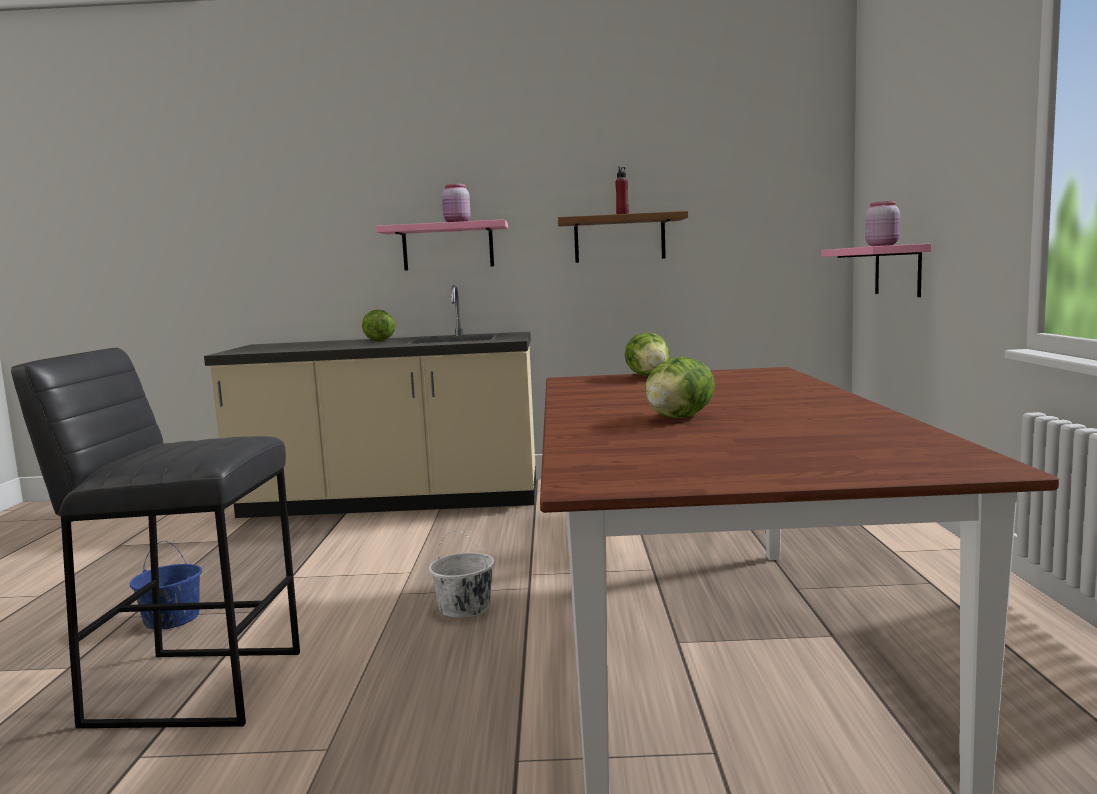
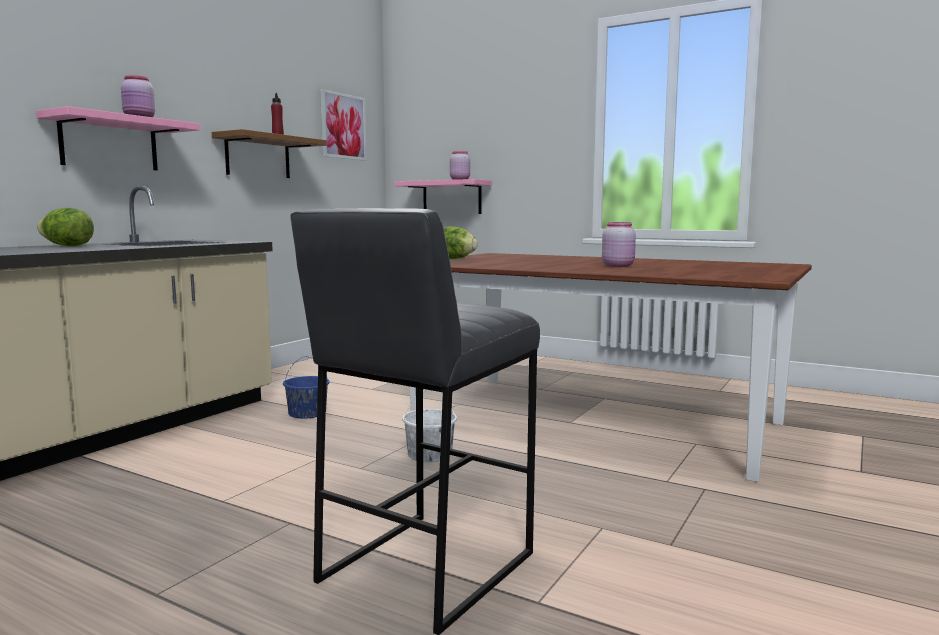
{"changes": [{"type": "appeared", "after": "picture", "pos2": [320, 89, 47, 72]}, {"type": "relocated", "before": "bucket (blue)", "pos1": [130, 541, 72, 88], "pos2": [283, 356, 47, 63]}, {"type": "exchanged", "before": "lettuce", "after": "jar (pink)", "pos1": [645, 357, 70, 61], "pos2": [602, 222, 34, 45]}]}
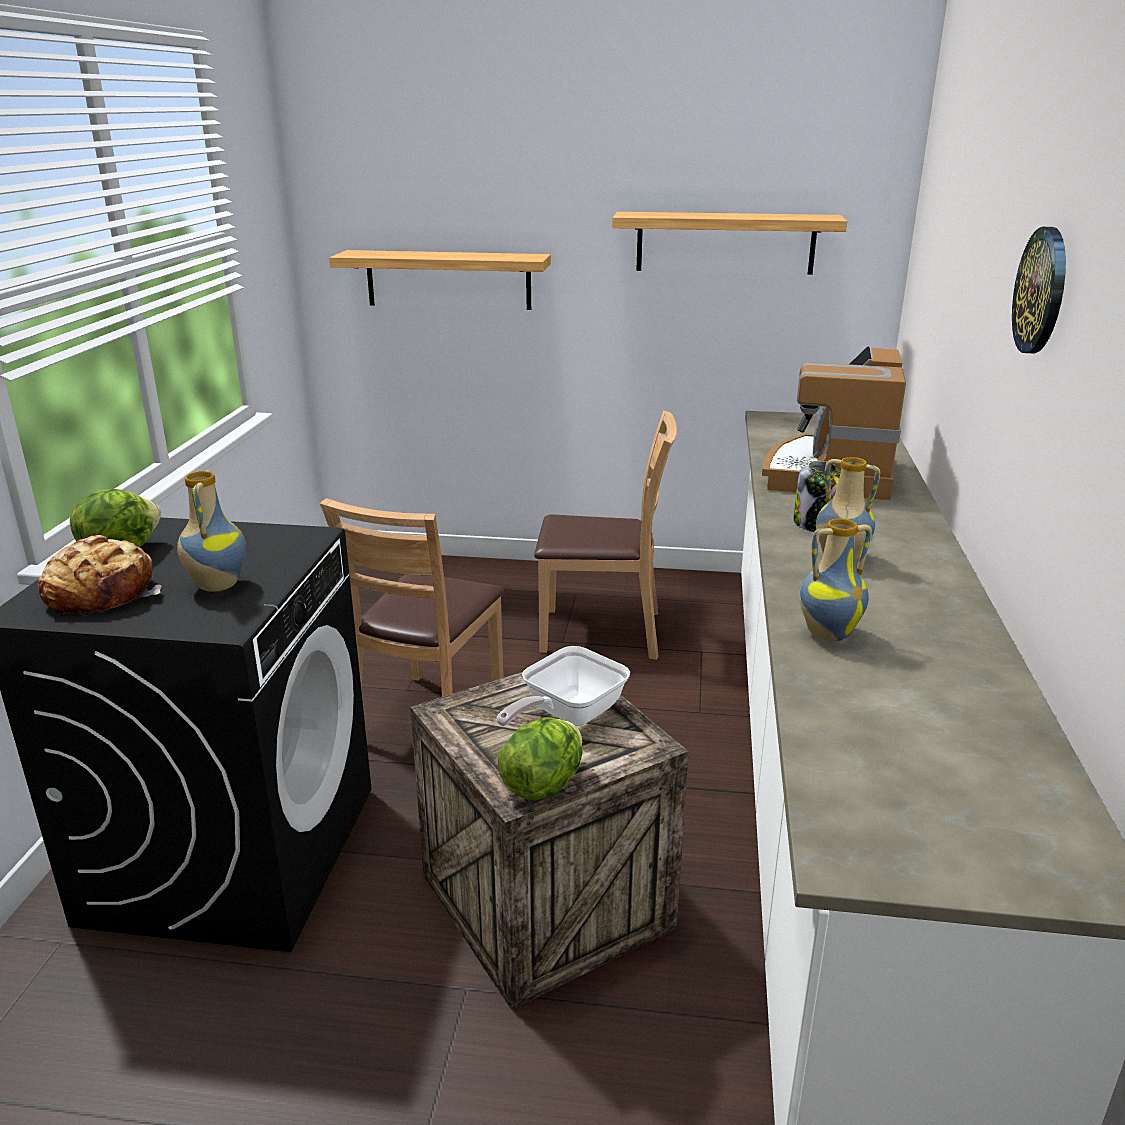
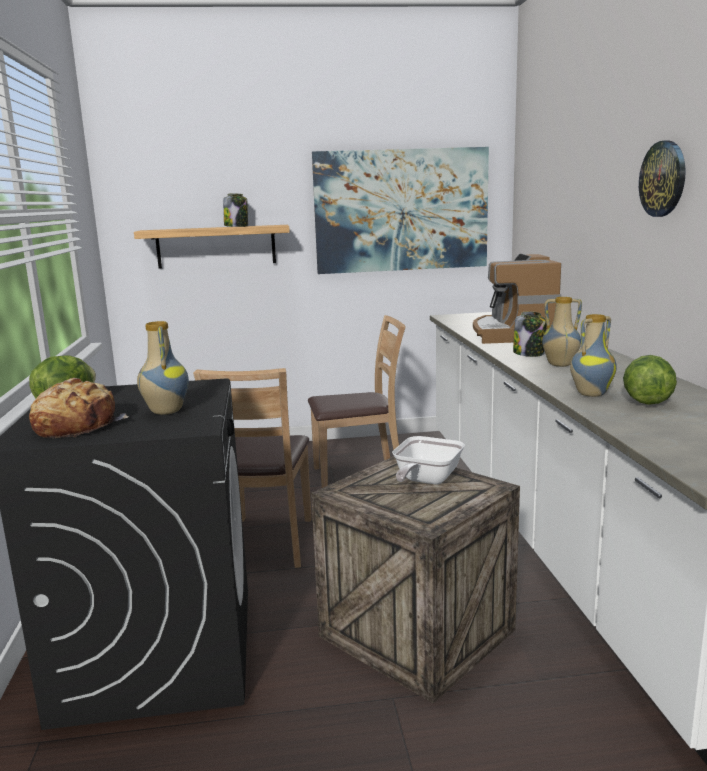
{"changes": [{"type": "appeared", "after": "jar", "pos2": [223, 194, 25, 33]}, {"type": "relocated", "before": "lettuce", "pos1": [497, 717, 86, 83], "pos2": [623, 355, 54, 50]}, {"type": "exchanged", "before": "shelf", "after": "picture", "pos1": [612, 212, 235, 63], "pos2": [312, 147, 177, 127]}]}
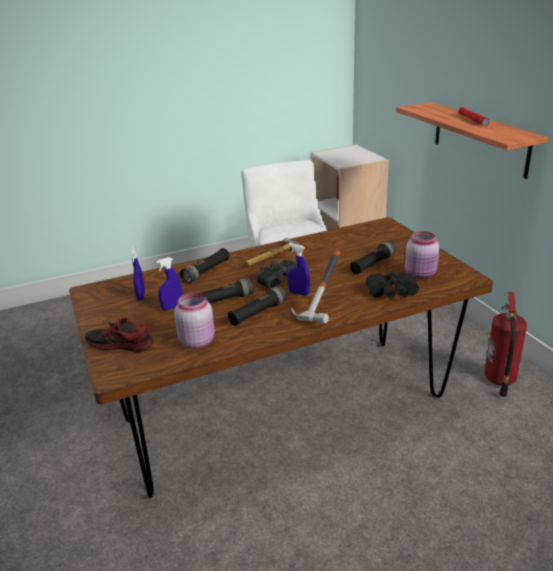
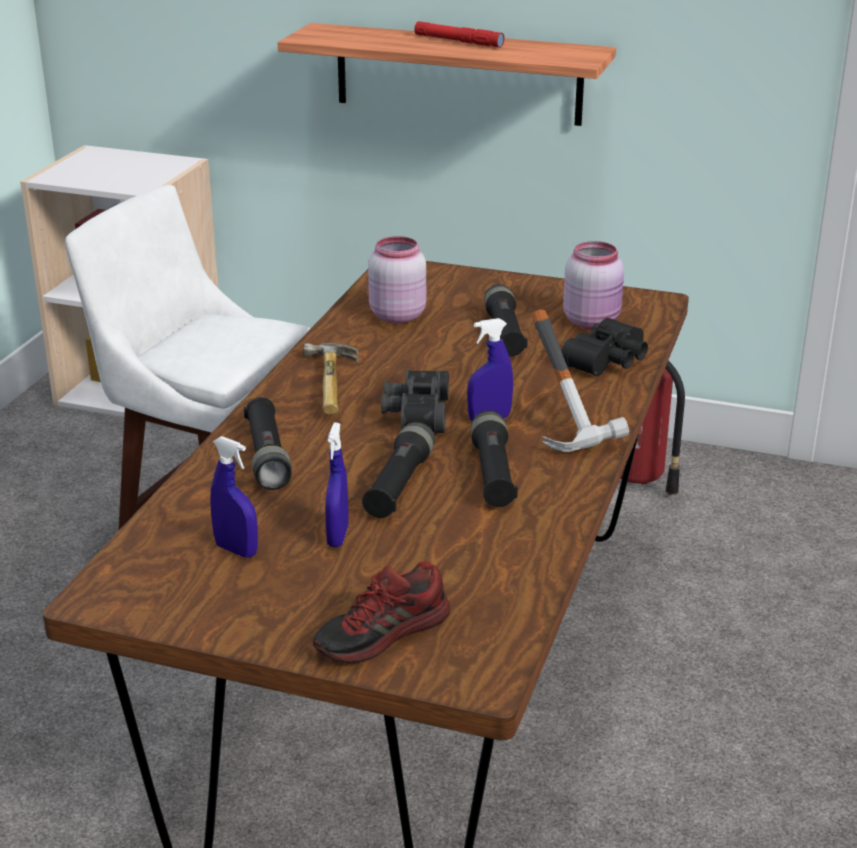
{"changes": [{"type": "relocated", "before": "jar (pink)", "pos1": [174, 293, 41, 56], "pos2": [368, 236, 58, 87]}]}
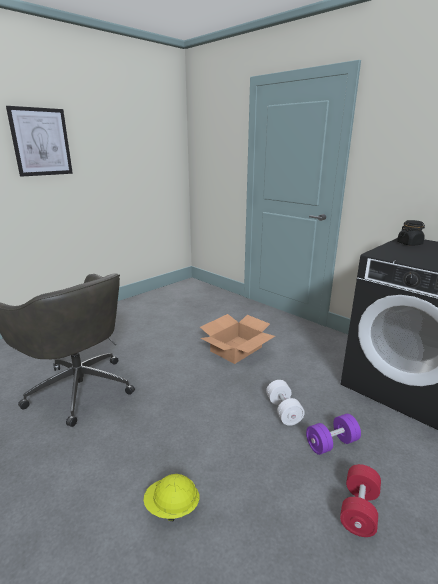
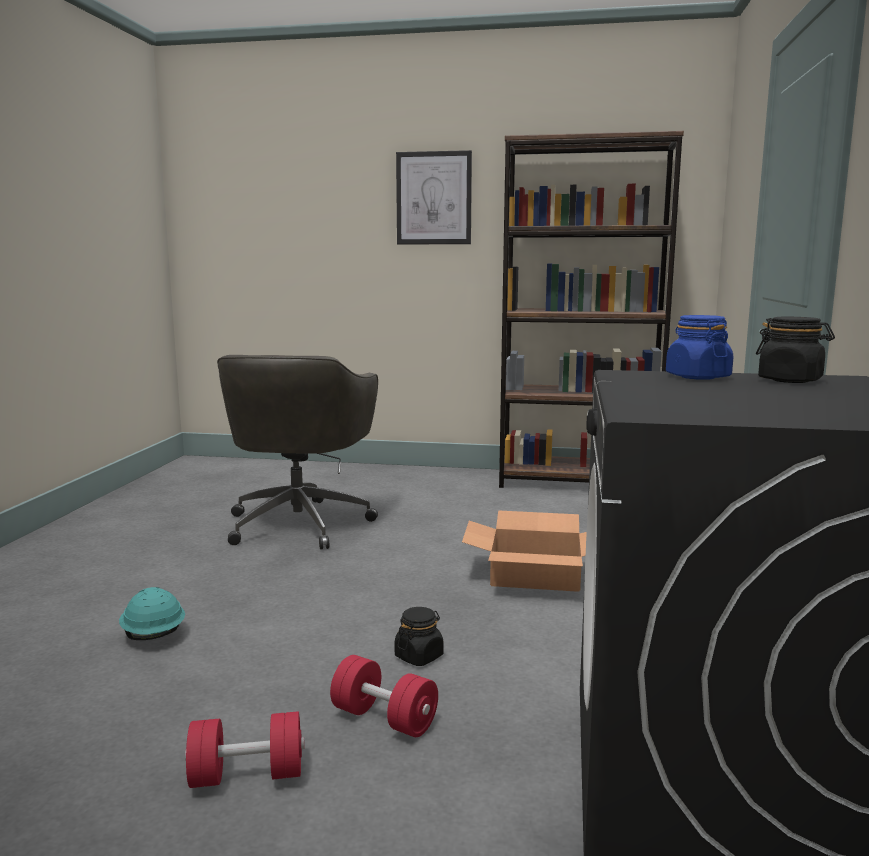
{"changes": [{"type": "appeared", "after": "bookcase (brown)", "pos2": [499, 131, 185, 357]}, {"type": "appeared", "after": "jar (blue)", "pos2": [666, 315, 67, 65]}, {"type": "exchanged", "before": "dumbbell (white)", "after": "jar (black)", "pos1": [266, 380, 39, 46], "pos2": [395, 607, 48, 59]}, {"type": "colour", "before": "hard hat (yellow)", "after": "hard hat (turquoise)", "pos1": [143, 474, 56, 47], "pos2": [119, 587, 66, 53]}, {"type": "colour", "before": "dumbbell (purple)", "after": "dumbbell (red)", "pos1": [306, 414, 55, 41], "pos2": [330, 655, 108, 82]}]}
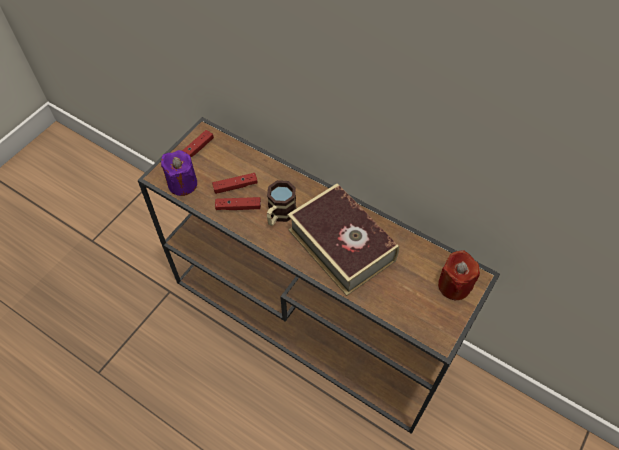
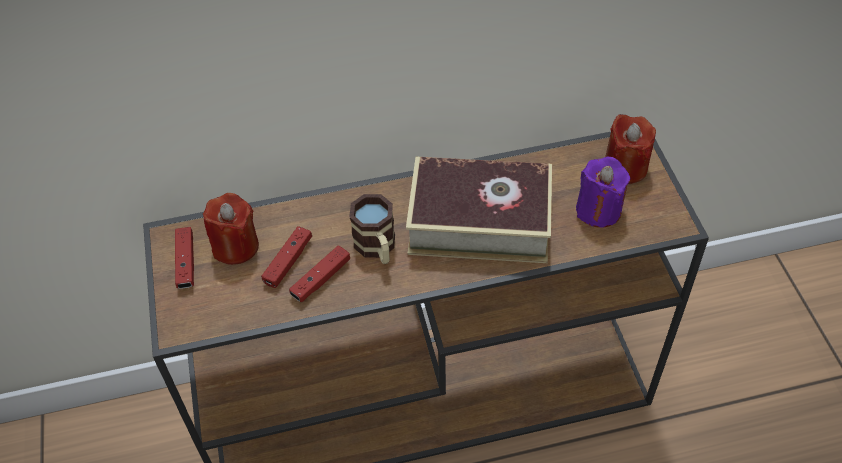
{"changes": [{"type": "appeared", "after": "candle (red)", "pos2": [203, 193, 56, 72]}, {"type": "relocated", "before": "candle (purple)", "pos1": [161, 150, 36, 46], "pos2": [576, 157, 55, 70]}]}
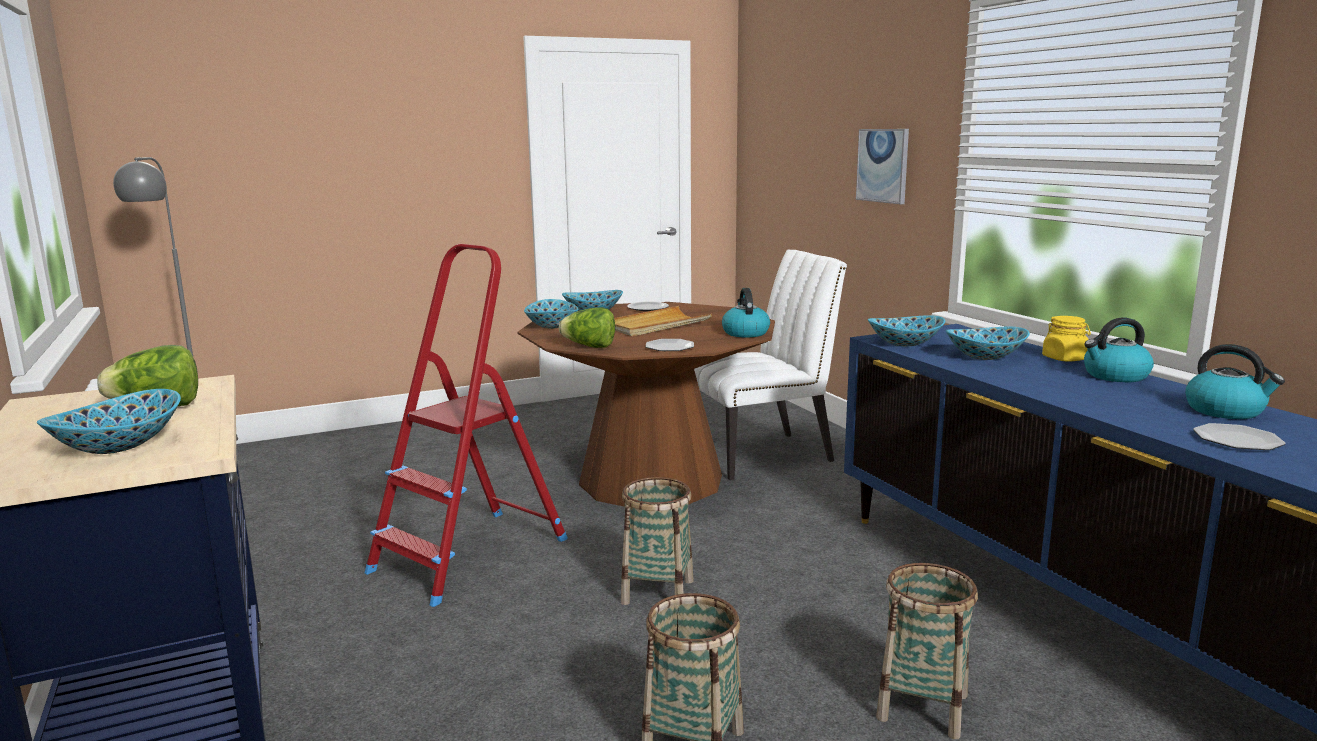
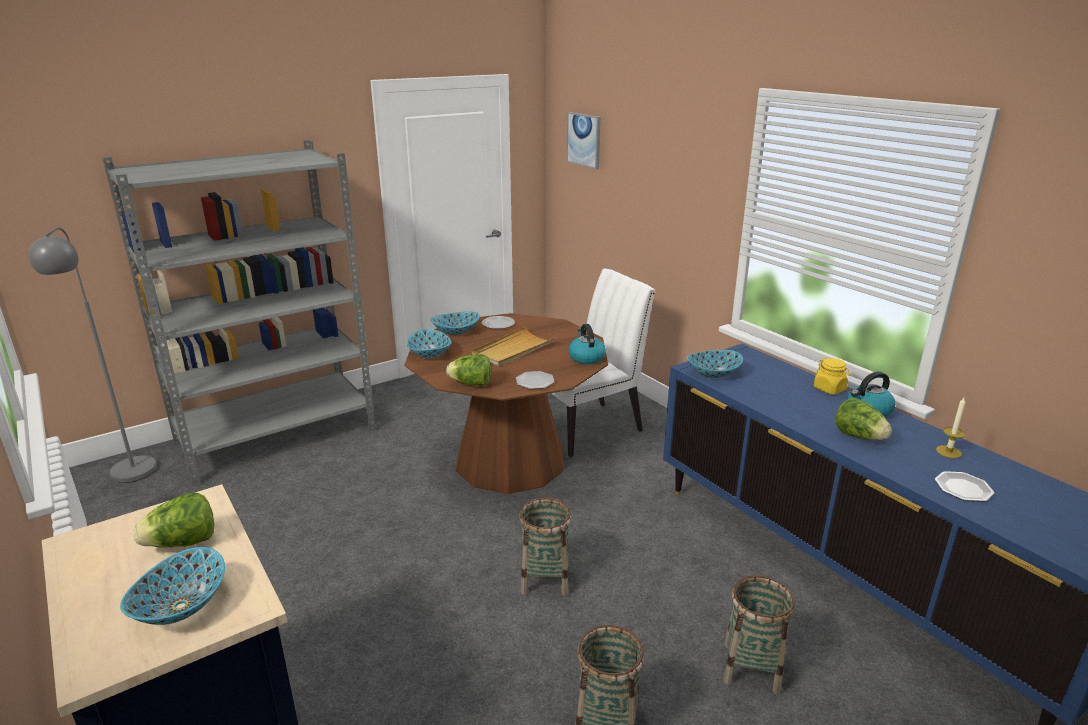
{"changes": [{"type": "missing", "before": "step ladder (red)", "pos1": [365, 244, 203, 363]}, {"type": "missing", "before": "bowl", "pos1": [946, 327, 84, 33]}, {"type": "appeared", "after": "bookcase (grey)", "pos2": [102, 140, 274, 346]}, {"type": "appeared", "after": "lettuce", "pos2": [835, 398, 57, 42]}, {"type": "relocated", "before": "picture", "pos1": [856, 129, 53, 75], "pos2": [567, 112, 34, 57]}, {"type": "exchanged", "before": "kettle", "after": "candle", "pos1": [1185, 344, 100, 75], "pos2": [936, 398, 30, 60]}]}
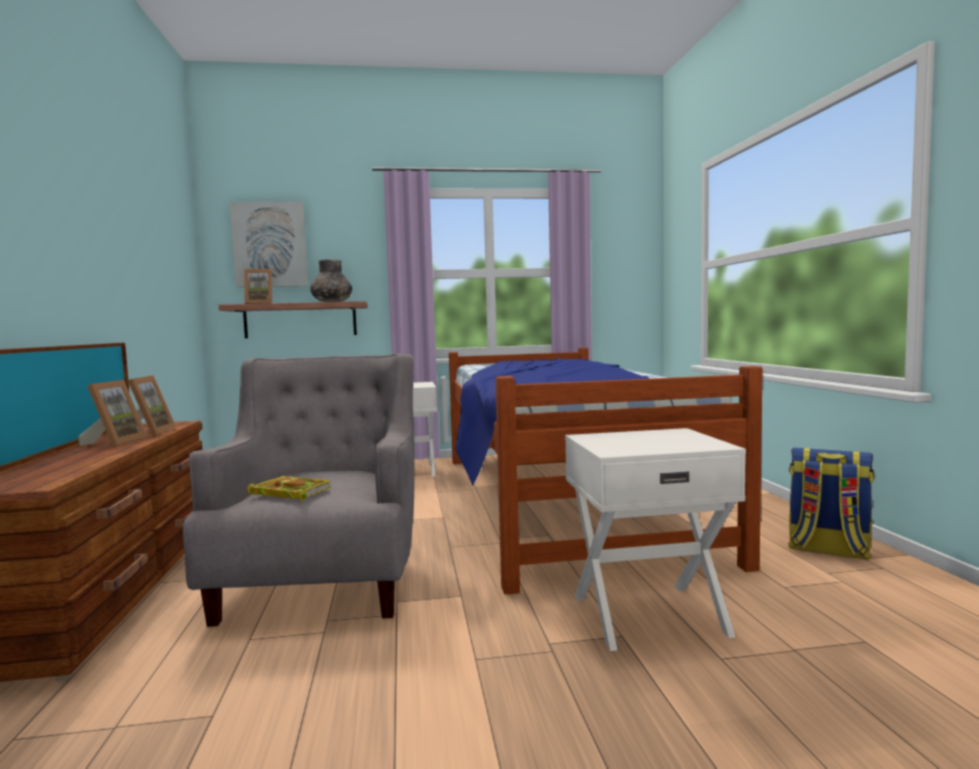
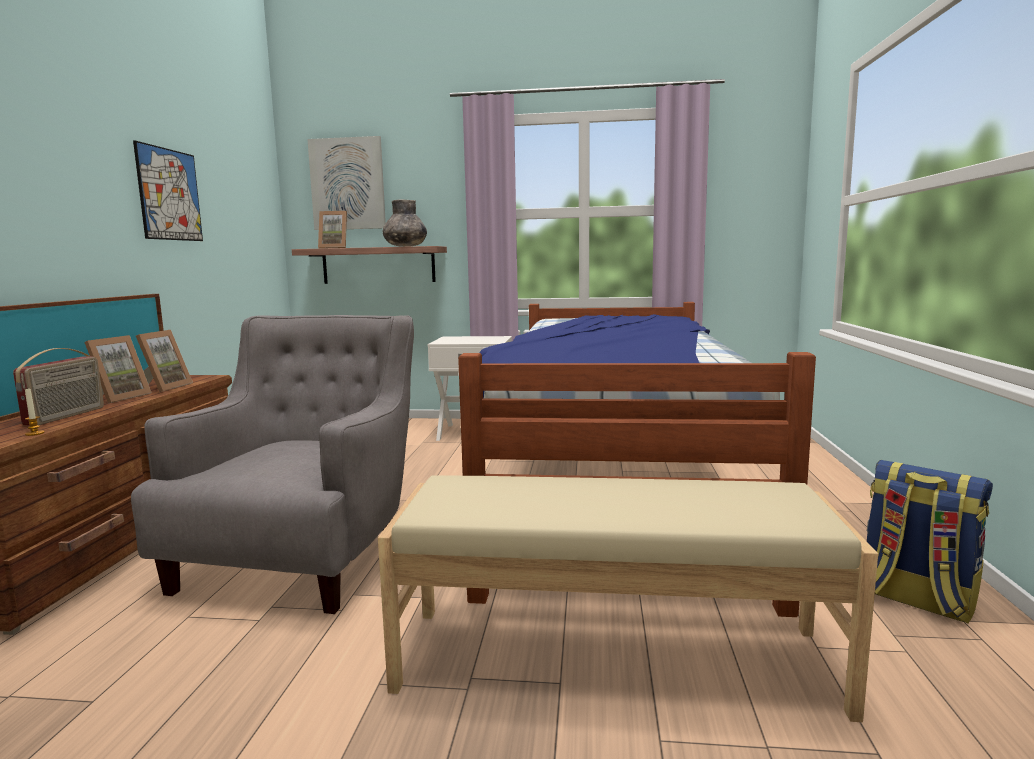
{"changes": [{"type": "missing", "before": "book", "pos1": [247, 476, 84, 25]}, {"type": "appeared", "after": "radio", "pos2": [13, 348, 91, 78]}, {"type": "appeared", "after": "candle", "pos2": [25, 387, 20, 49]}, {"type": "appeared", "after": "picture", "pos2": [133, 140, 70, 101]}, {"type": "exchanged", "before": "nightstand (white)", "after": "bench (beige)", "pos1": [565, 428, 181, 223], "pos2": [378, 475, 500, 247]}]}
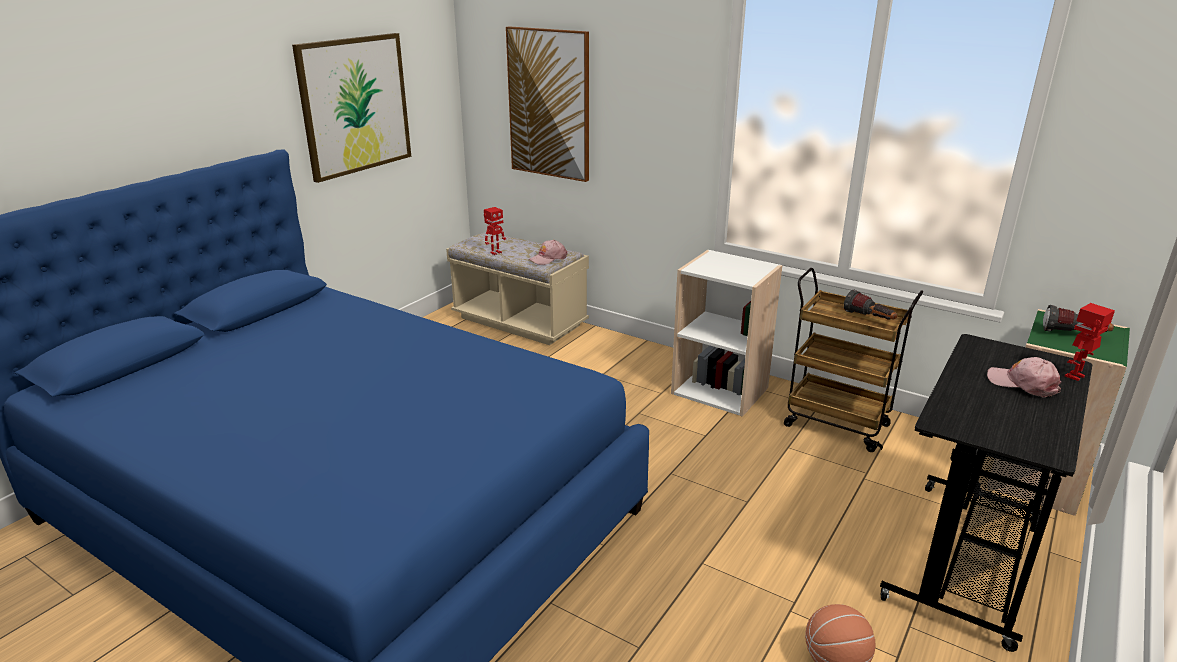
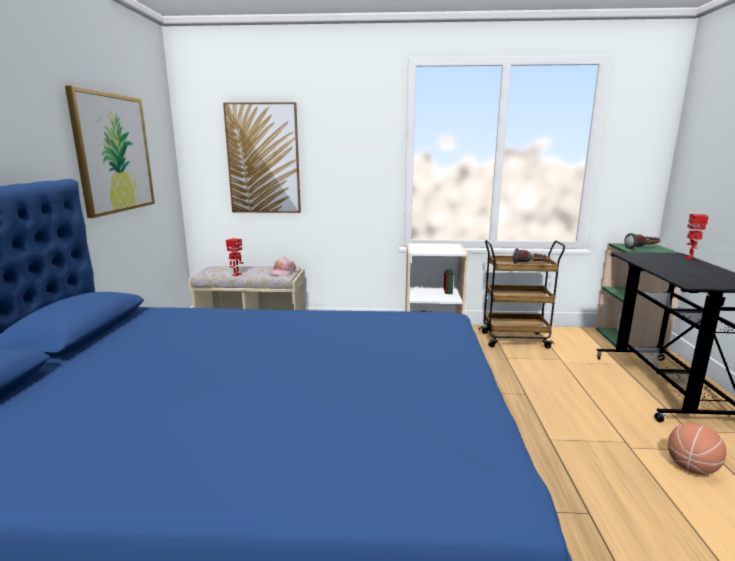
{"changes": [{"type": "missing", "before": "cap (pink)", "pos1": [987, 357, 75, 40]}]}
